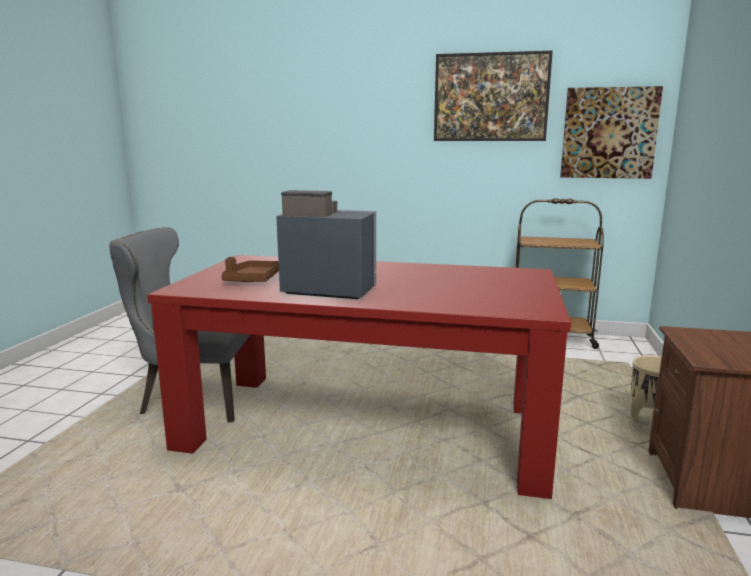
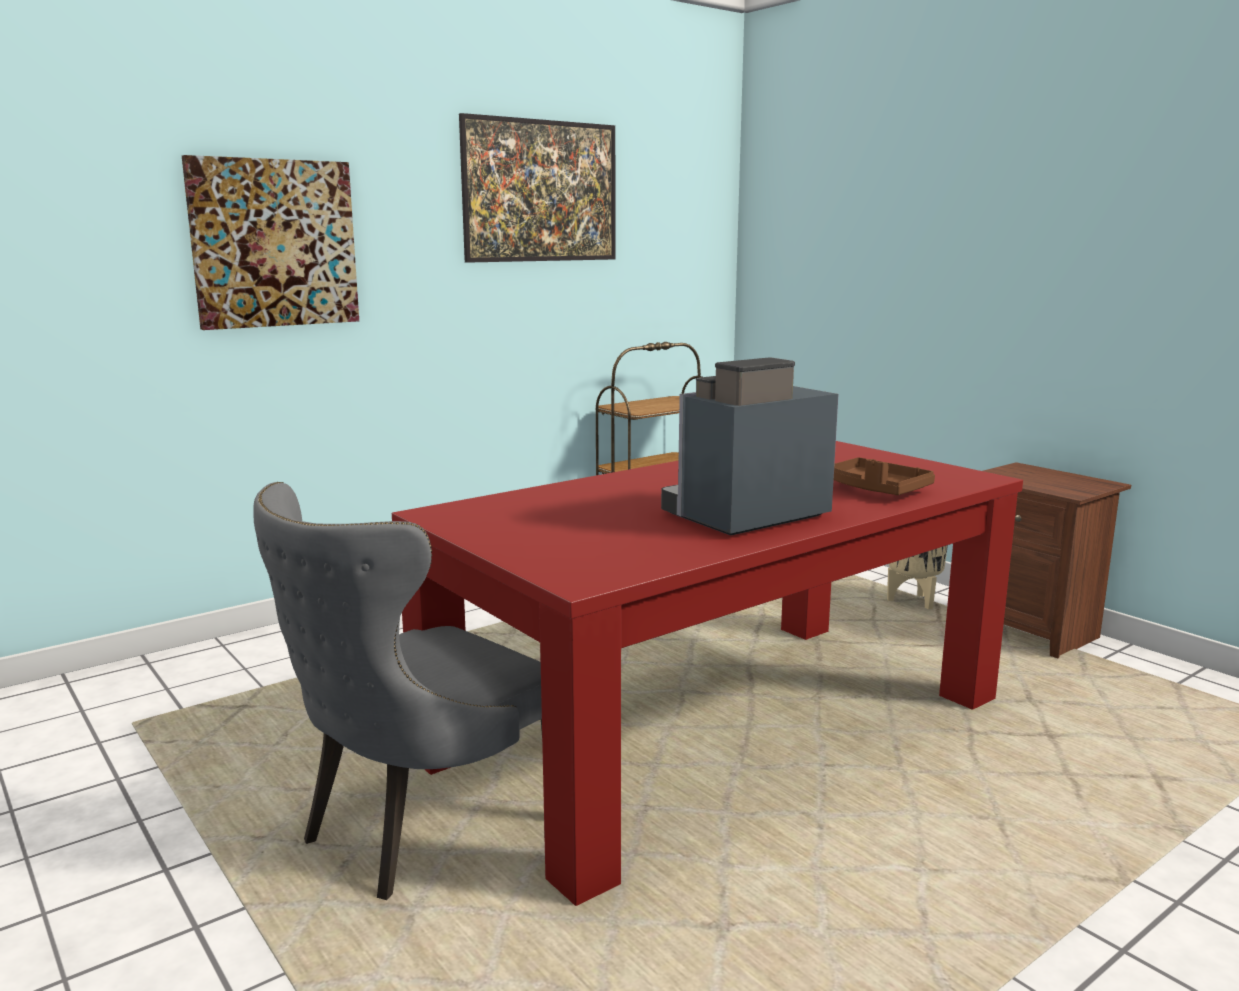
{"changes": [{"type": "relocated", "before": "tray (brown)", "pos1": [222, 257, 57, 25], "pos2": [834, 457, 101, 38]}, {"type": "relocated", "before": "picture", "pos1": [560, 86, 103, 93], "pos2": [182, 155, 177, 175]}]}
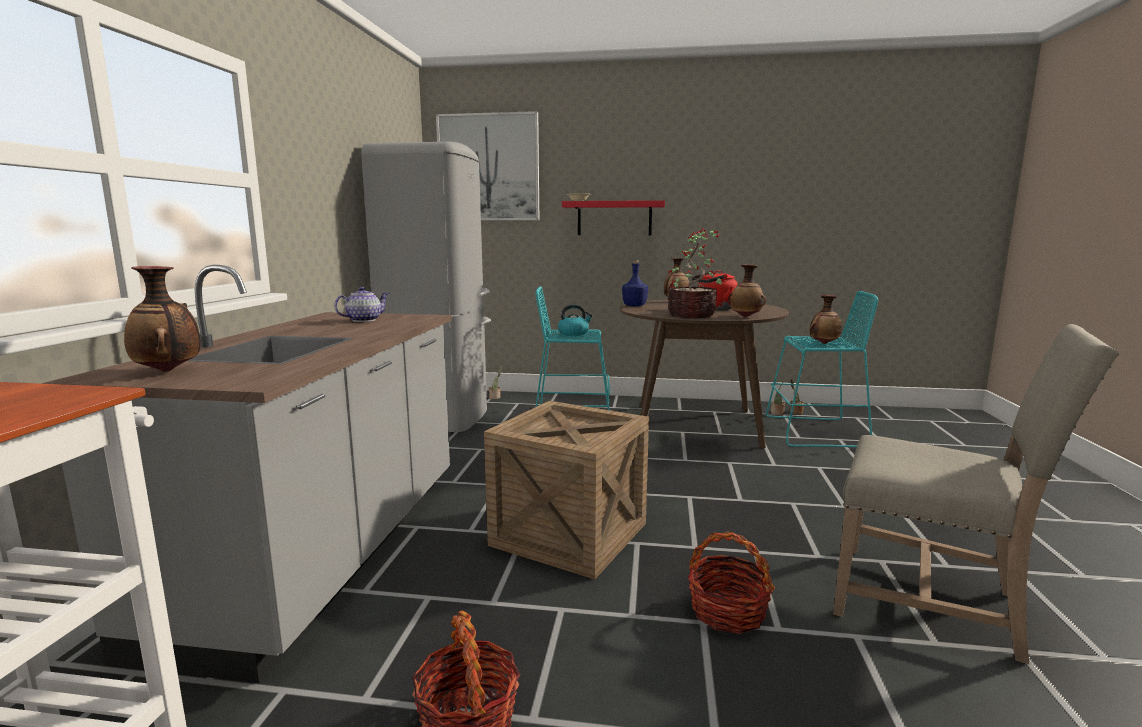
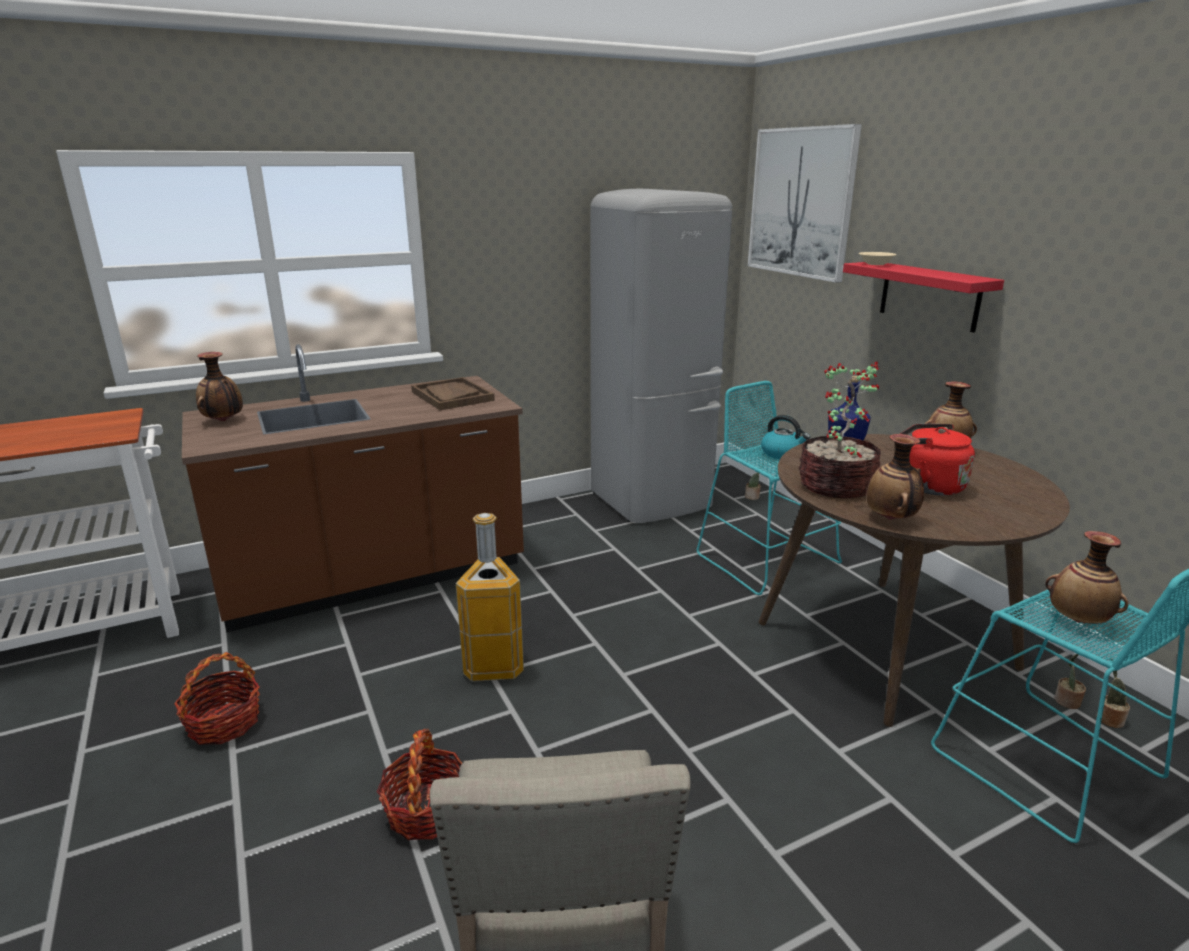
{"changes": [{"type": "exchanged", "before": "teapot", "after": "tray (brown)", "pos1": [334, 287, 55, 35], "pos2": [411, 377, 84, 33]}, {"type": "exchanged", "before": "crate", "after": "trash can", "pos1": [484, 401, 165, 178], "pos2": [456, 513, 68, 169]}, {"type": "colour", "before": "counter (grey)", "after": "counter (brown)", "pos1": [42, 265, 410, 418], "pos2": [182, 344, 342, 288]}]}
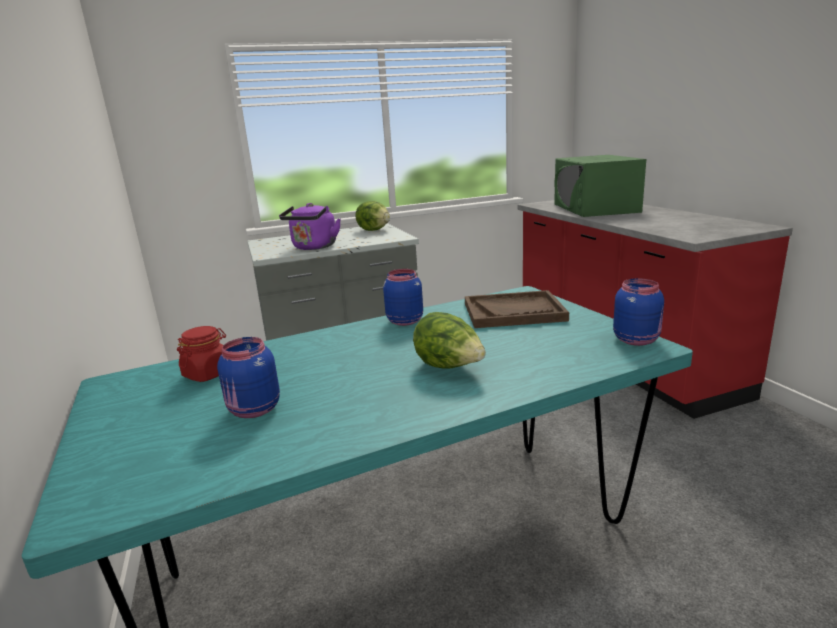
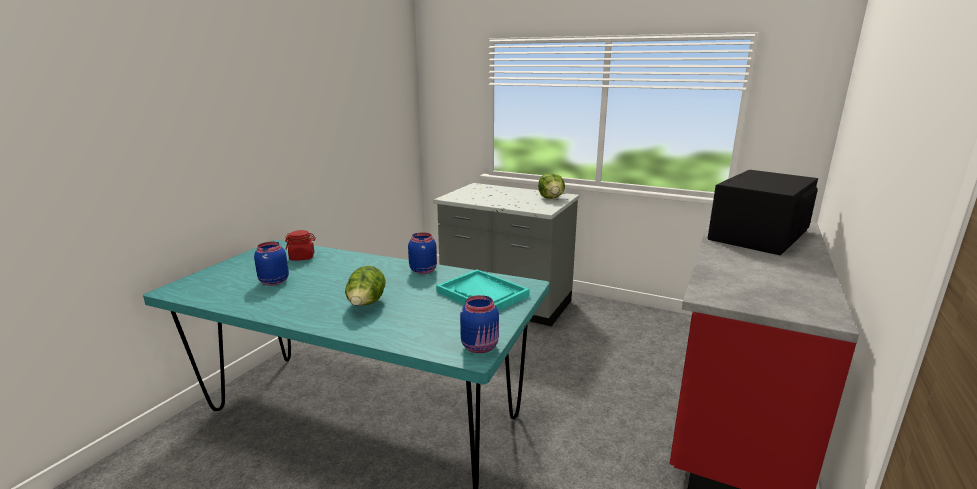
{"changes": [{"type": "missing", "before": "kettle (purple)", "pos1": [279, 203, 62, 47]}, {"type": "colour", "before": "tray (brown)", "after": "tray (turquoise)", "pos1": [465, 290, 104, 38], "pos2": [436, 270, 94, 41]}, {"type": "colour", "before": "microwave (green)", "after": "microwave (black)", "pos1": [554, 155, 92, 62], "pos2": [708, 170, 110, 86]}]}
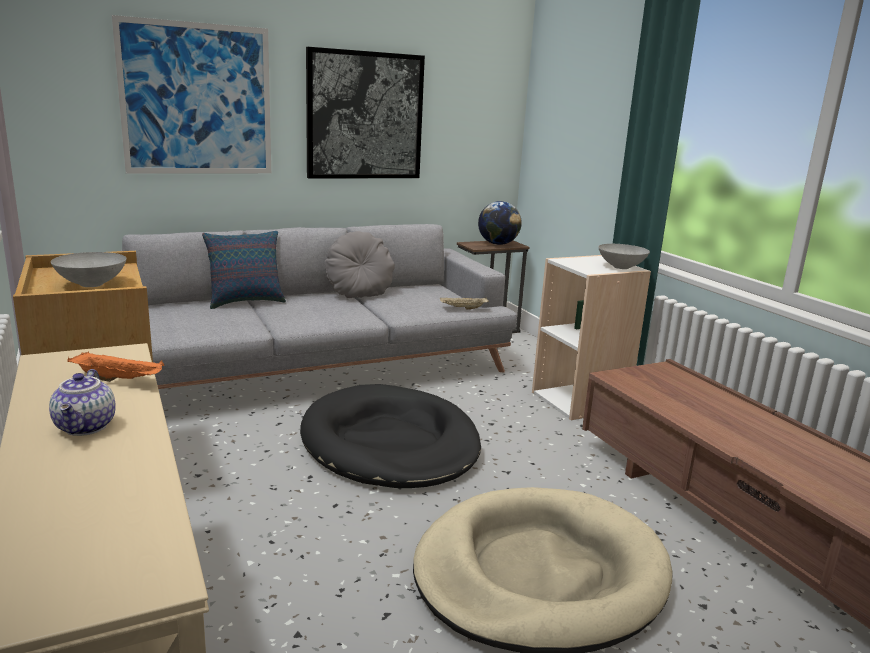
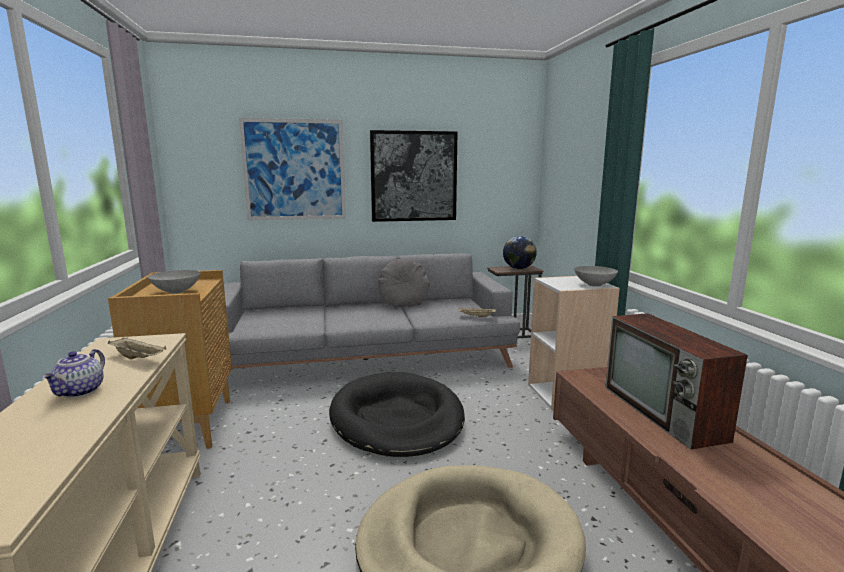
{"changes": [{"type": "missing", "before": "pillow (blue)", "pos1": [202, 231, 84, 78]}, {"type": "appeared", "after": "television", "pos2": [605, 313, 143, 136]}, {"type": "colour", "before": "tray (orange)", "after": "tray (beige)", "pos1": [67, 351, 97, 31], "pos2": [108, 337, 58, 22]}]}
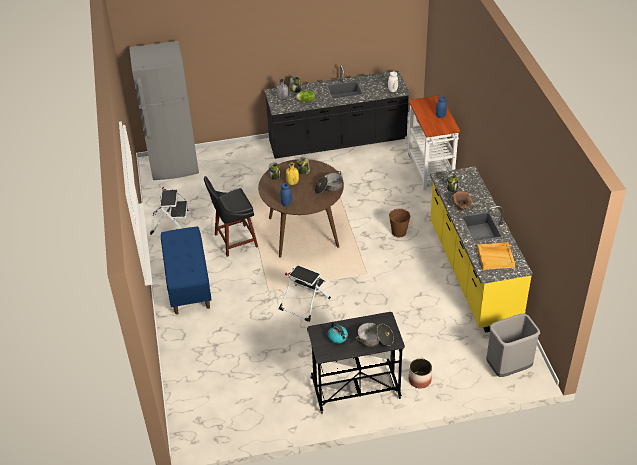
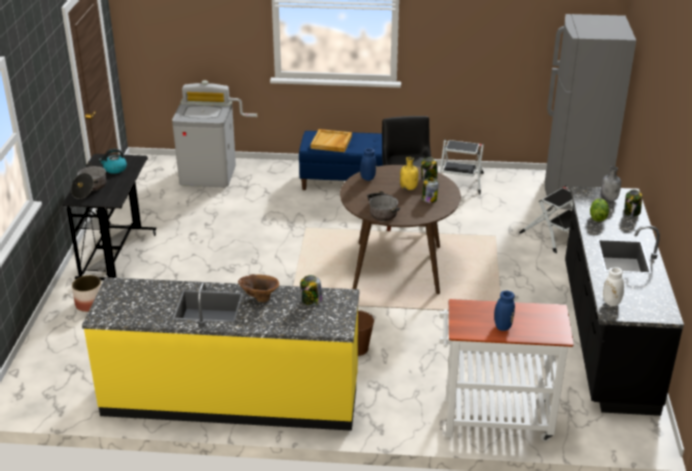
{"changes": [{"type": "missing", "before": "trash can (grey)", "pos1": [486, 314, 54, 63]}, {"type": "appeared", "after": "washing machine (grey)", "pos2": [172, 80, 85, 108]}, {"type": "relocated", "before": "step ladder", "pos1": [279, 265, 52, 57], "pos2": [519, 185, 54, 68]}, {"type": "relocated", "before": "tray (beige)", "pos1": [477, 242, 38, 28], "pos2": [310, 129, 42, 23]}]}
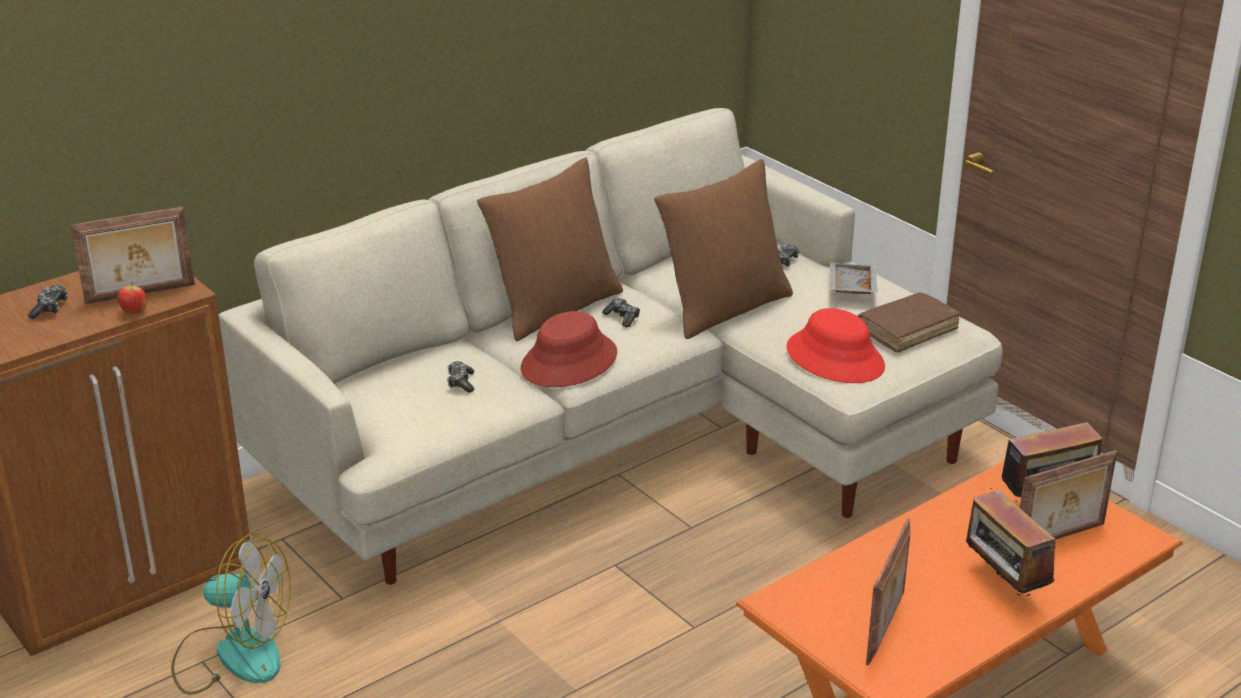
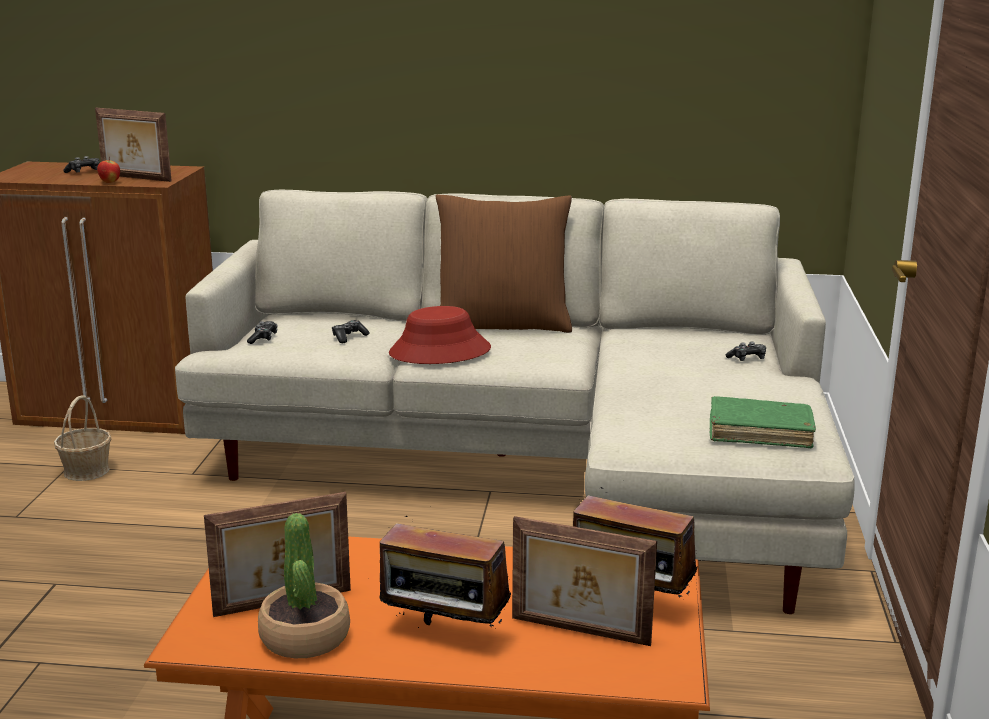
{"changes": [{"type": "missing", "before": "pillow (brown)", "pos1": [654, 159, 139, 180]}, {"type": "missing", "before": "hat (red)", "pos1": [787, 308, 98, 75]}, {"type": "missing", "before": "tray (grey)", "pos1": [830, 262, 48, 32]}, {"type": "appeared", "after": "potted plant", "pos2": [258, 513, 92, 145]}, {"type": "relocated", "before": "game controller", "pos1": [602, 298, 38, 29], "pos2": [247, 321, 31, 23]}, {"type": "exchanged", "before": "fan", "after": "basket", "pos1": [171, 533, 120, 161], "pos2": [54, 395, 58, 86]}, {"type": "colour", "before": "book (brown)", "after": "book (green)", "pos1": [858, 293, 102, 59], "pos2": [710, 396, 106, 52]}, {"type": "spun", "before": "radio", "pos1": [966, 488, 89, 108], "pos2": [379, 516, 132, 112], "turn": -90}]}
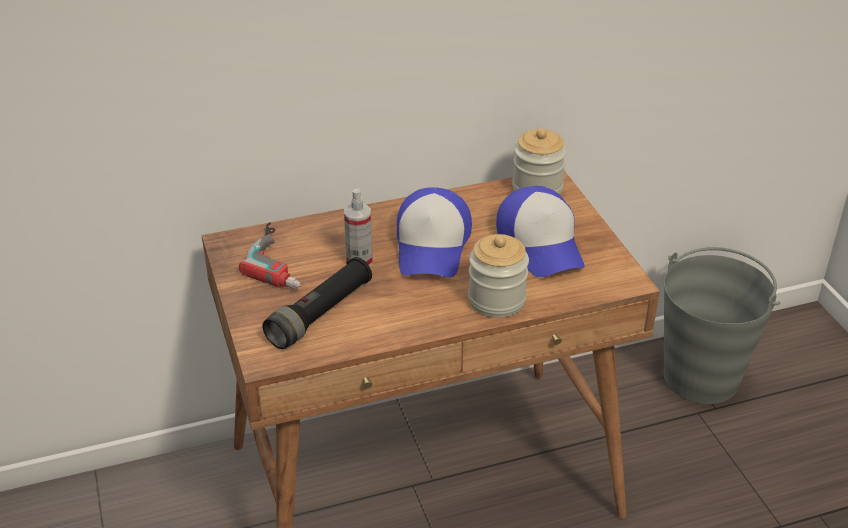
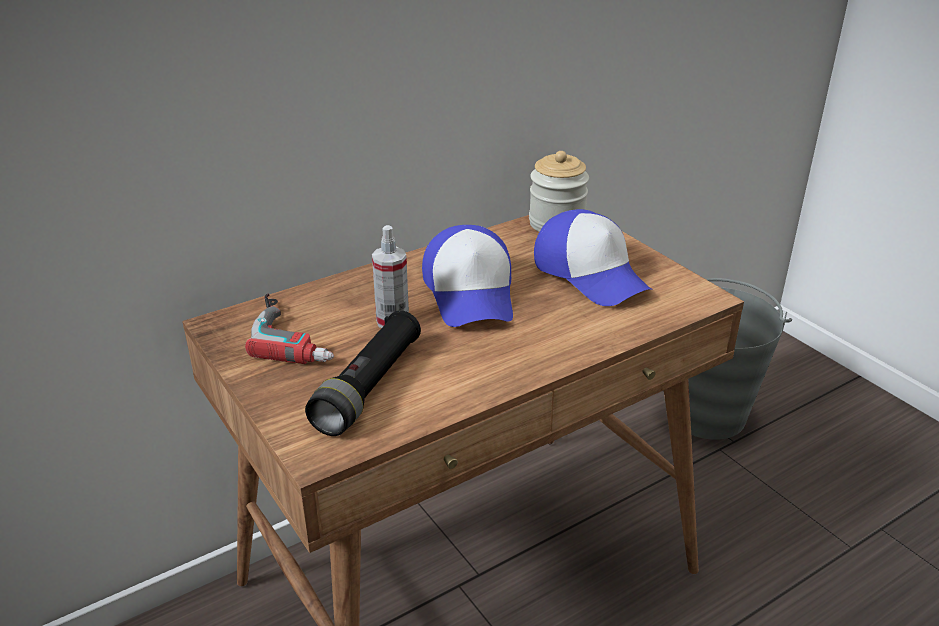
{"changes": [{"type": "missing", "before": "jar", "pos1": [468, 234, 61, 84]}]}
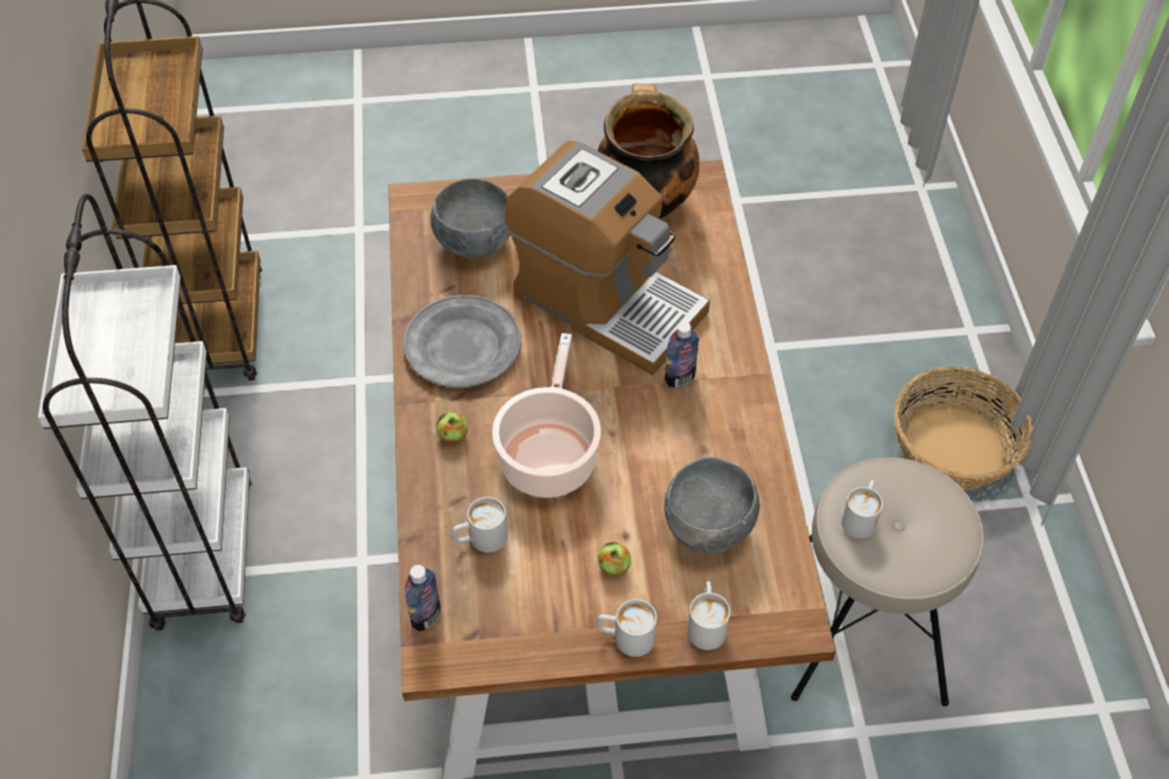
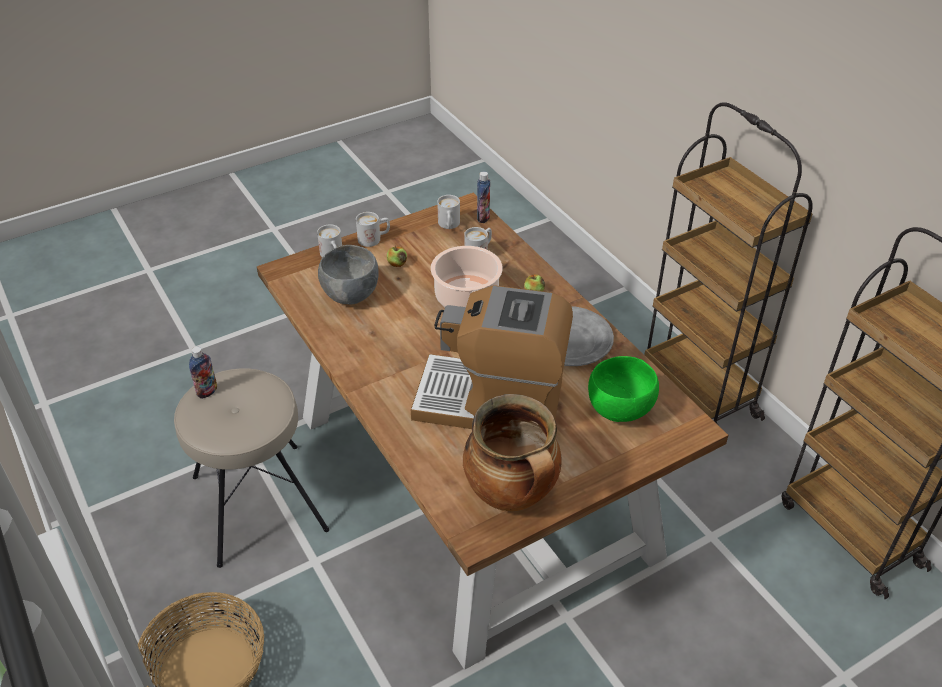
{"changes": [{"type": "relocated", "before": "bottle", "pos1": [665, 322, 34, 65], "pos2": [189, 347, 28, 52]}, {"type": "relocated", "before": "mug (white)", "pos1": [841, 480, 42, 58], "pos2": [437, 195, 23, 34]}, {"type": "colour", "before": "cart (white)", "after": "cart (brown)", "pos1": [38, 194, 214, 436], "pos2": [645, 102, 168, 323]}, {"type": "colour", "before": "bowl (grey)", "after": "bowl (green)", "pos1": [430, 178, 80, 80], "pos2": [588, 356, 71, 66]}]}
